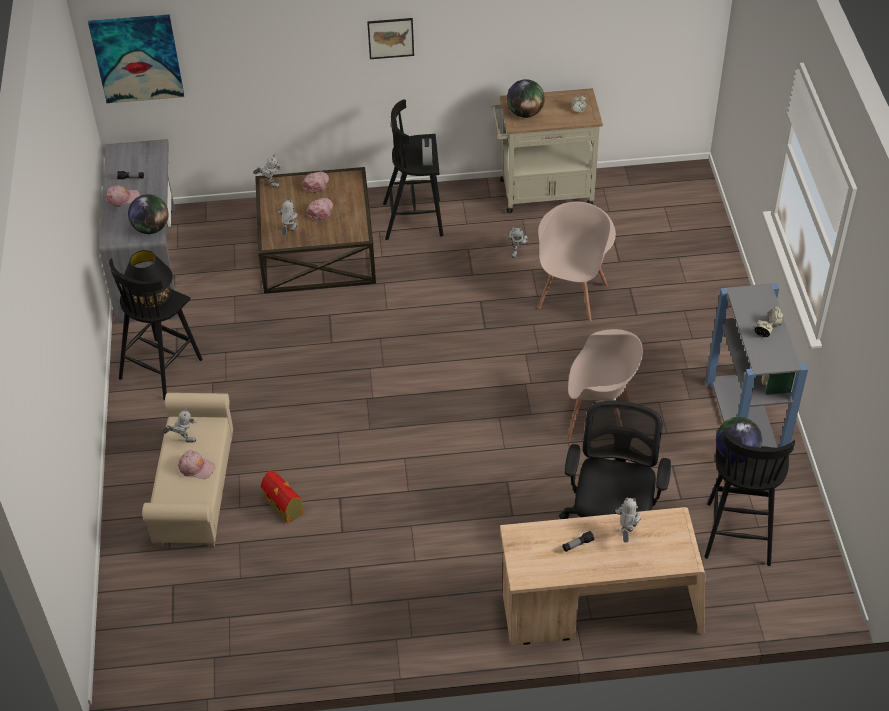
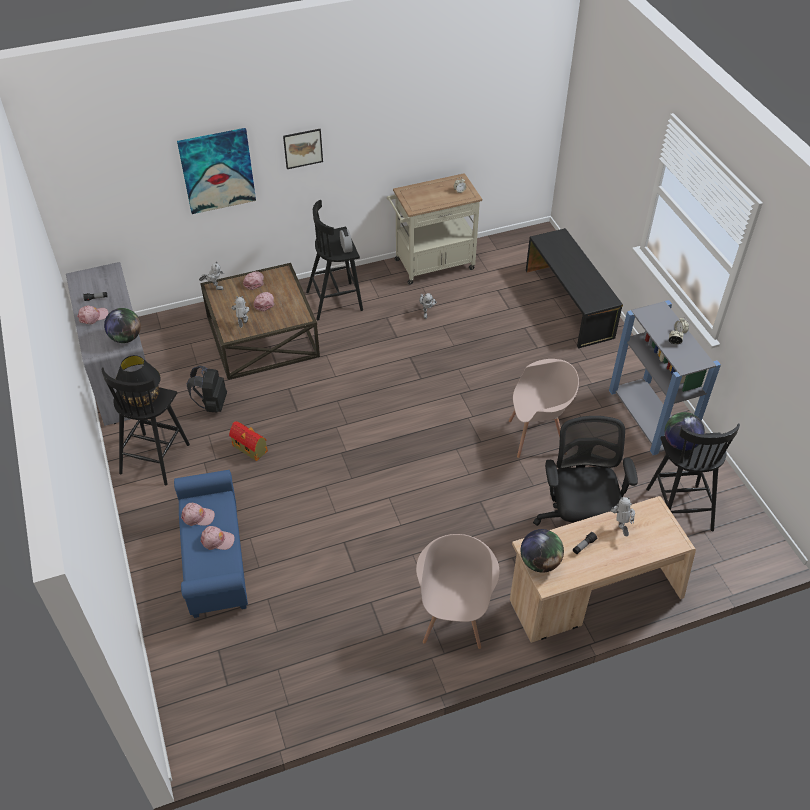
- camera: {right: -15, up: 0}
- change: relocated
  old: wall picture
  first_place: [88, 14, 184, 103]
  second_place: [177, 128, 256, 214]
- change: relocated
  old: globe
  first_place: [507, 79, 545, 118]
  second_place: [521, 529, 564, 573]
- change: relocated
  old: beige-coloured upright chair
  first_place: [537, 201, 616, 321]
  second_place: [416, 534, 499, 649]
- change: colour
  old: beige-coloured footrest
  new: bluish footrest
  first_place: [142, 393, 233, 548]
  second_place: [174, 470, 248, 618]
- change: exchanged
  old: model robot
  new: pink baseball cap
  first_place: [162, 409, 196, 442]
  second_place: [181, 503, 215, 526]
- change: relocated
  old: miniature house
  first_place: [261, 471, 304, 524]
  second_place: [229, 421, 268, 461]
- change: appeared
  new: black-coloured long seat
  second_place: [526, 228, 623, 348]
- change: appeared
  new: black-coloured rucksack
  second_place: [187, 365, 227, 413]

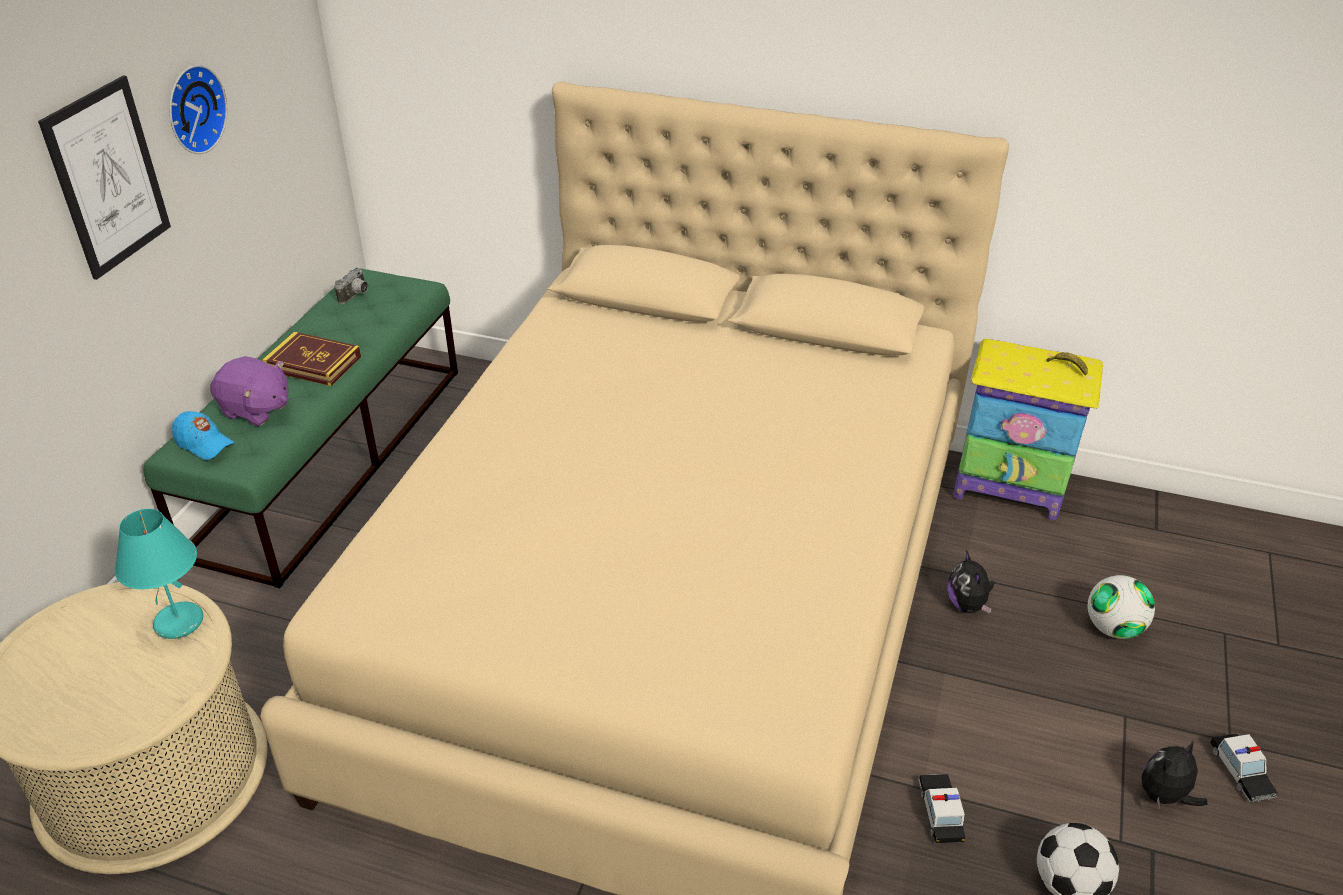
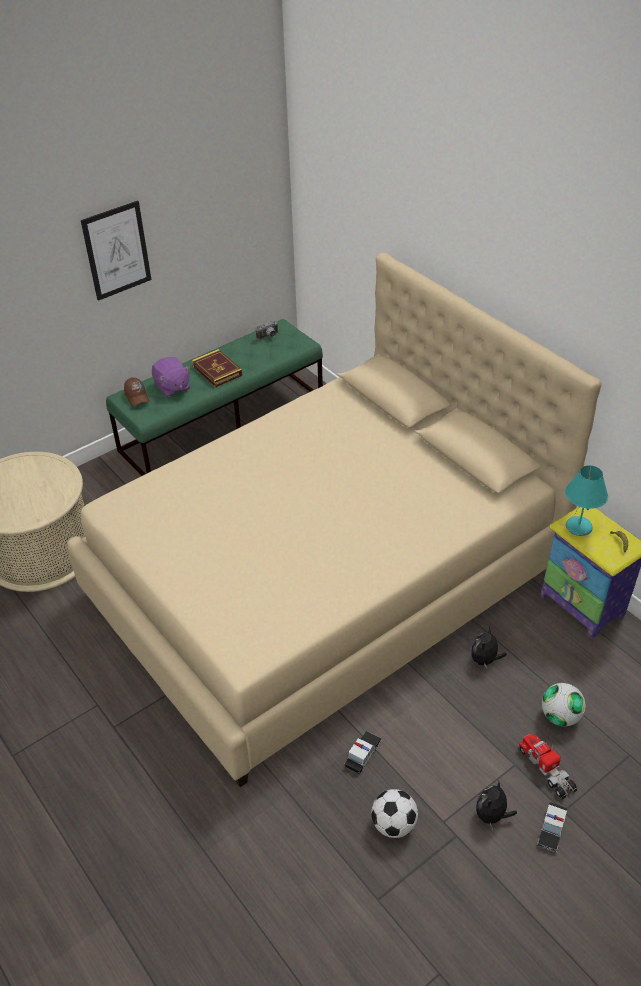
- camera: {right: 35, up: 5}
- change: missing
  old: clock on the wall
  first_place: [169, 65, 228, 154]
- change: colour
  old: bluish baseball cap
  new: brown baseball cap
  first_place: [172, 411, 235, 460]
  second_place: [124, 377, 150, 407]
- change: relocated
  old: blue-green lamp for a table
  first_place: [115, 509, 203, 639]
  second_place: [565, 465, 608, 536]
- change: spun
  old: plush toy
  first_place: [1141, 740, 1208, 809]
  second_place: [476, 781, 517, 830]
  degrees: -60
- change: appeared
  new: toy lorry
  second_place: [518, 734, 578, 800]

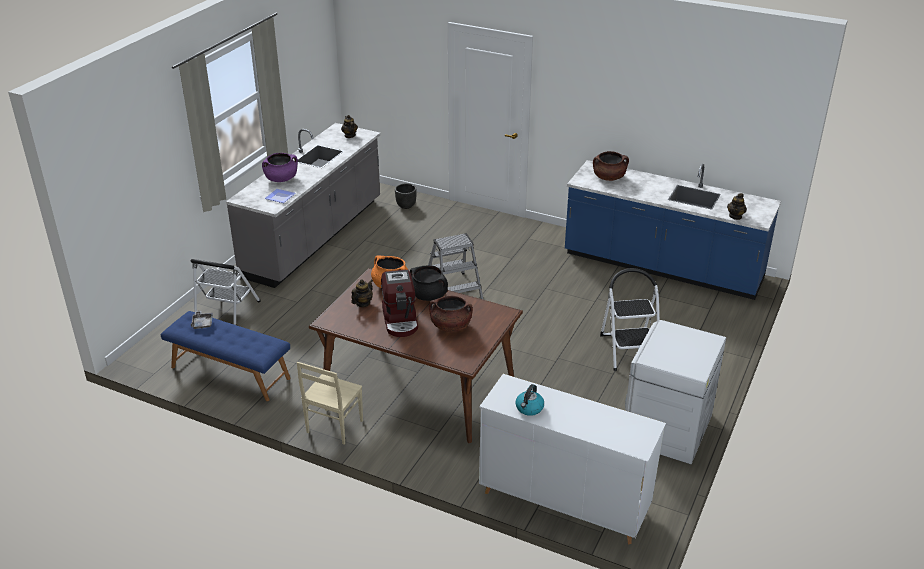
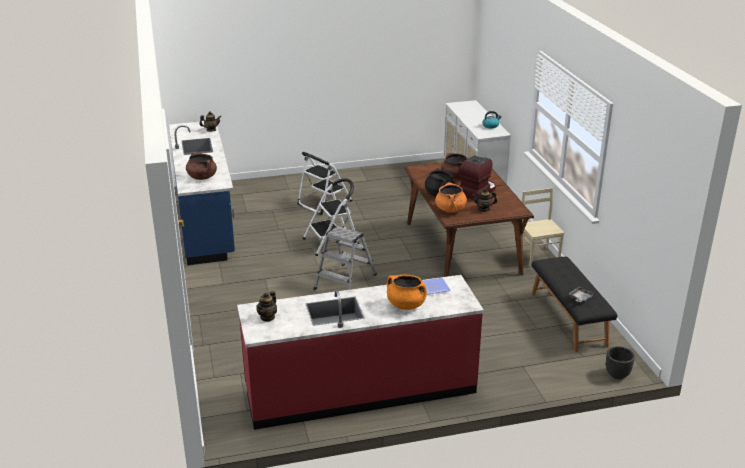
- camera: {right: -130, up: -5}
- change: colour
  old: grey kitchen base unit
  new: red-coloured kitchen base unit
  first_place: [226, 123, 381, 288]
  second_place: [237, 275, 484, 430]
- change: colour
  old: purplish saucepot
  new: orangey saucepot
  first_place: [262, 153, 298, 182]
  second_place: [387, 275, 427, 310]
- change: relocated
  old: black-coloured planter
  first_place: [395, 183, 417, 209]
  second_place: [606, 346, 635, 379]
- change: relocated
  old: stepladder
  first_place: [191, 259, 261, 325]
  second_place: [302, 178, 360, 256]
- change: colour
  old: bluish long seat
  new: black-coloured long seat
  first_place: [161, 311, 291, 401]
  second_place: [532, 257, 618, 352]
- change: missing
  old: white-coloured laundry appliance
  first_place: [625, 320, 726, 464]
- change: spun
  old: beige-coloured upright chair
  first_place: [297, 362, 363, 445]
  second_place: [522, 188, 564, 267]
  degrees: -90

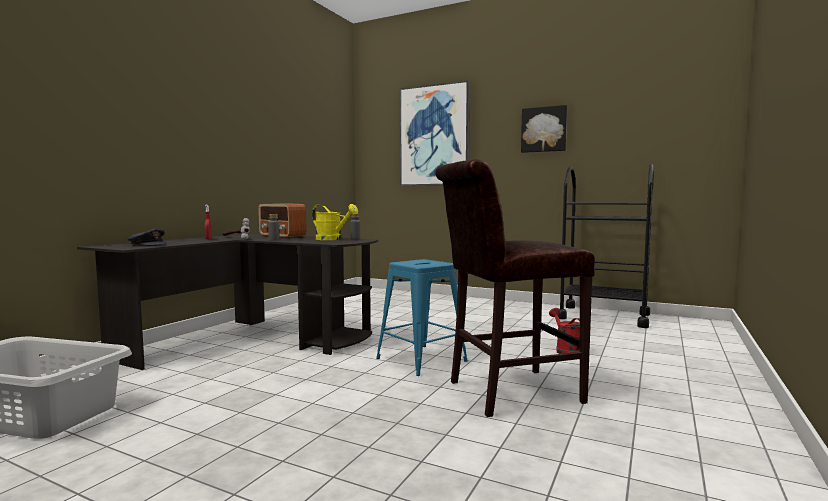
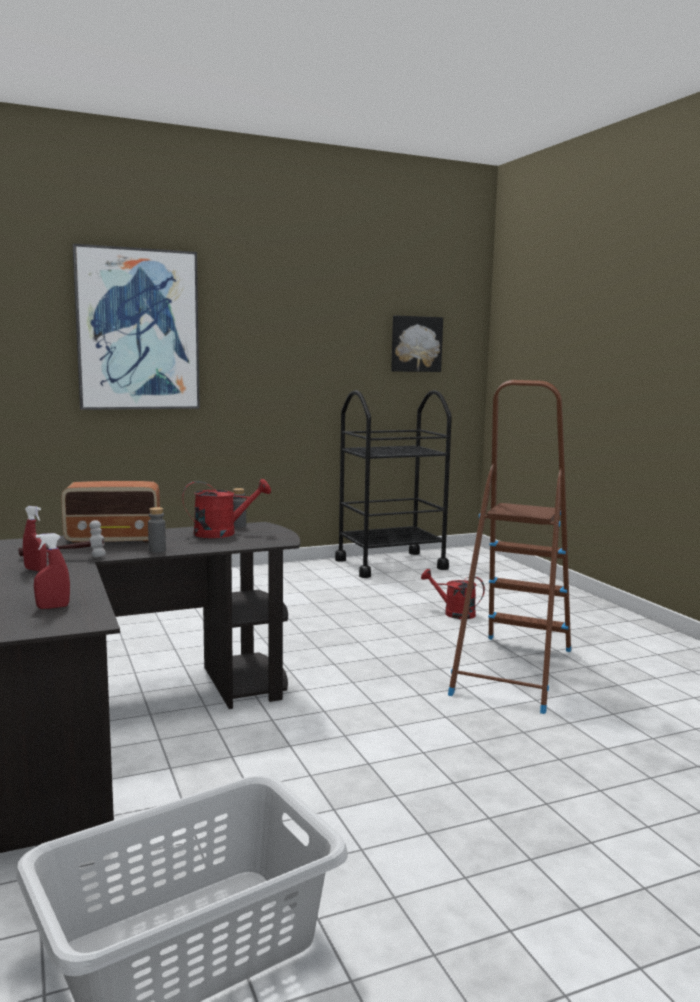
- camera: {right: -50, up: 5}
- change: relocated
  old: wall picture
  first_place: [521, 105, 567, 153]
  second_place: [391, 316, 443, 372]
- change: exchanged
  old: brown sitting stool
  new: brown stepladder
  first_place: [435, 159, 595, 417]
  second_place: [448, 380, 571, 714]
- change: colour
  old: yellowish sprinkling can
  new: red-coloured sprinkling can
  first_place: [312, 204, 358, 240]
  second_place: [182, 479, 271, 538]
- change: exchanged
  old: grey baseball cap
  new: red-coloured hand sprayer
  first_place: [128, 228, 166, 245]
  second_place: [34, 533, 70, 609]
- change: missing
  old: bluish sitting stool
  first_place: [376, 259, 468, 376]

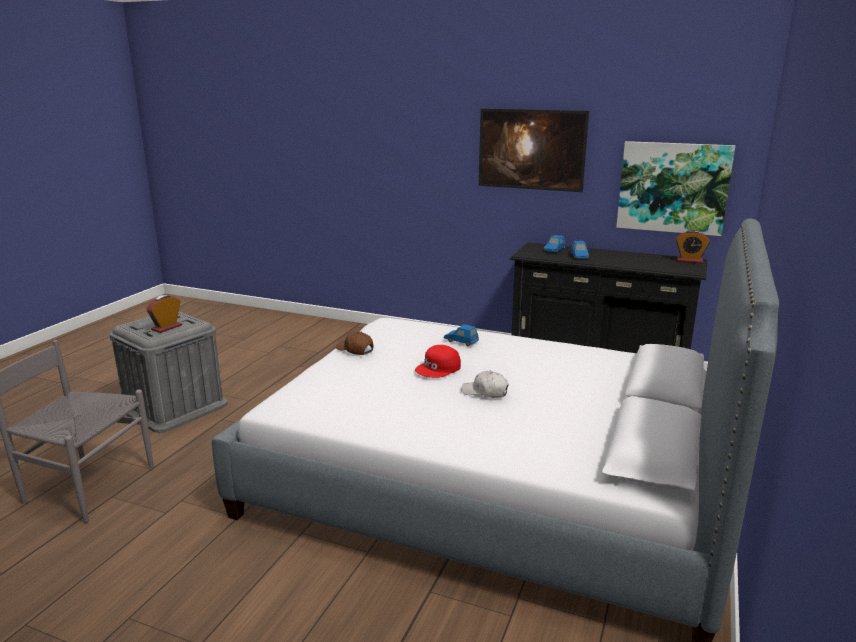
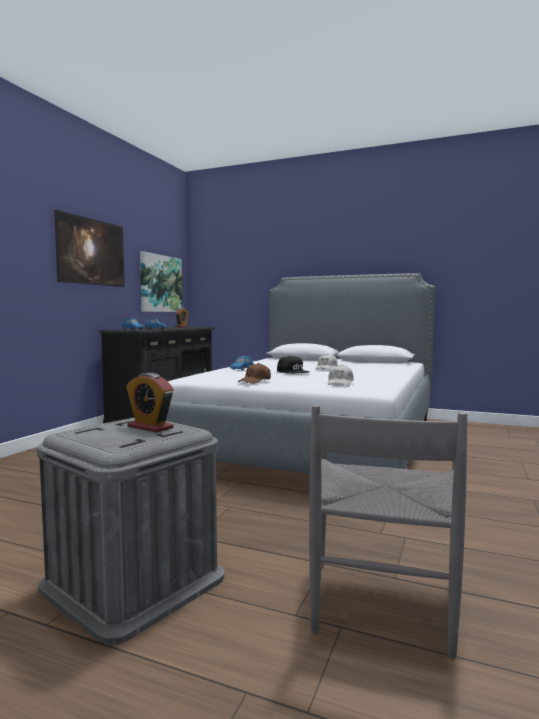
- camera: {right: -90, up: -15}
- change: colour
  old: red-coloured baseball cap
  new: black-coloured baseball cap
  first_place: [415, 345, 461, 378]
  second_place: [277, 356, 310, 374]
- change: appeared
  new: white-coloured baseball cap
  second_place: [328, 364, 354, 386]

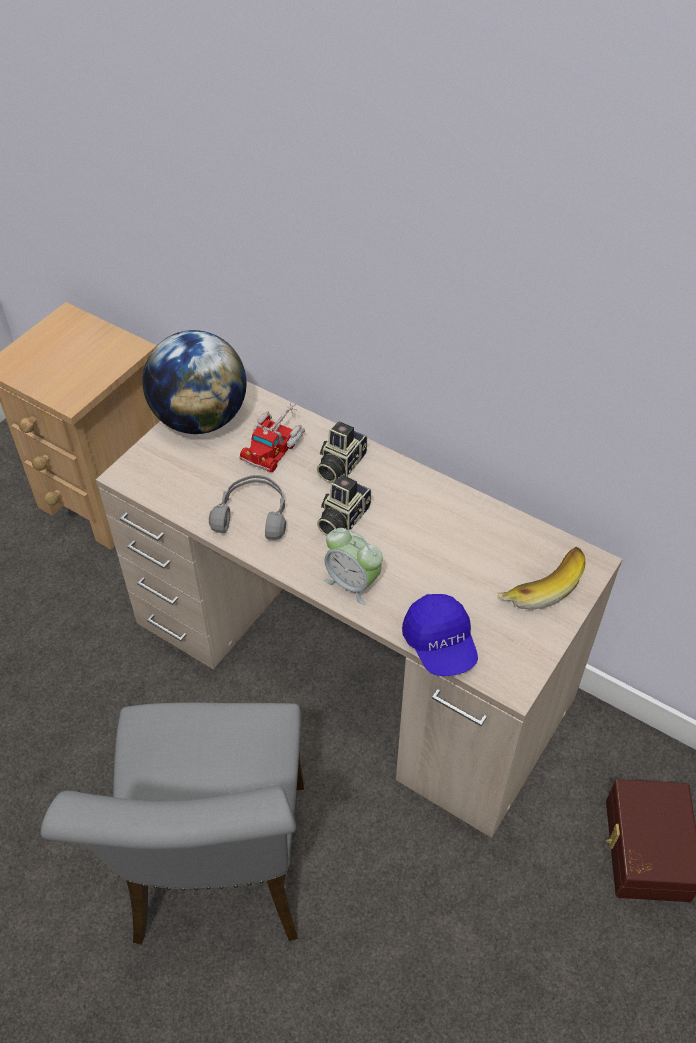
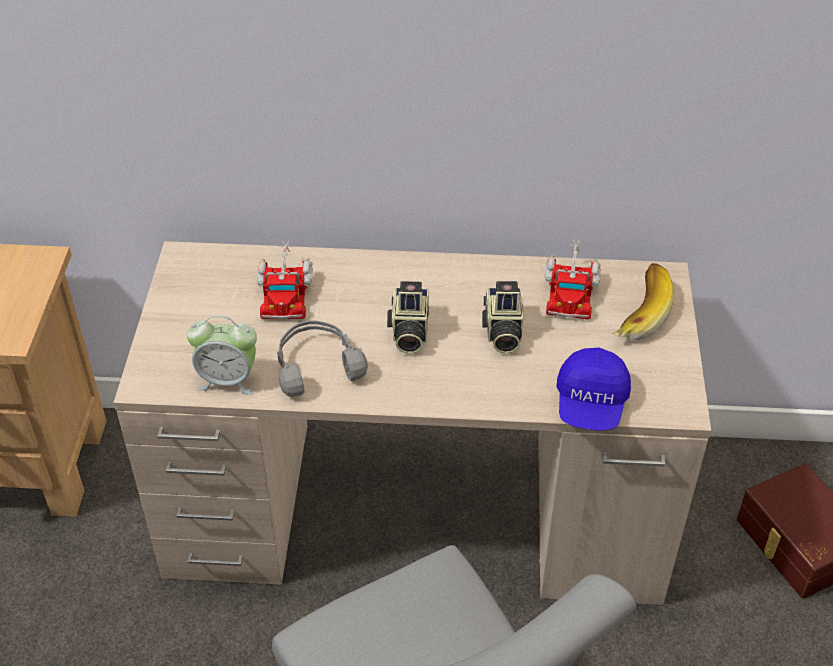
- camera: {right: -30, up: -5}
- change: missing
  old: globe
  first_place: [142, 330, 247, 434]
- change: relocated
  old: photo camera
  first_place: [317, 421, 367, 482]
  second_place: [482, 281, 523, 353]
- change: relocated
  old: table clock
  first_place: [324, 528, 383, 605]
  second_place: [187, 315, 257, 395]
- change: spun
  old: bluish baseball cap
  first_place: [402, 594, 478, 676]
  second_place: [556, 348, 631, 431]
  degrees: 60
- change: appeared
  new: toy lorry
  second_place: [545, 240, 601, 320]

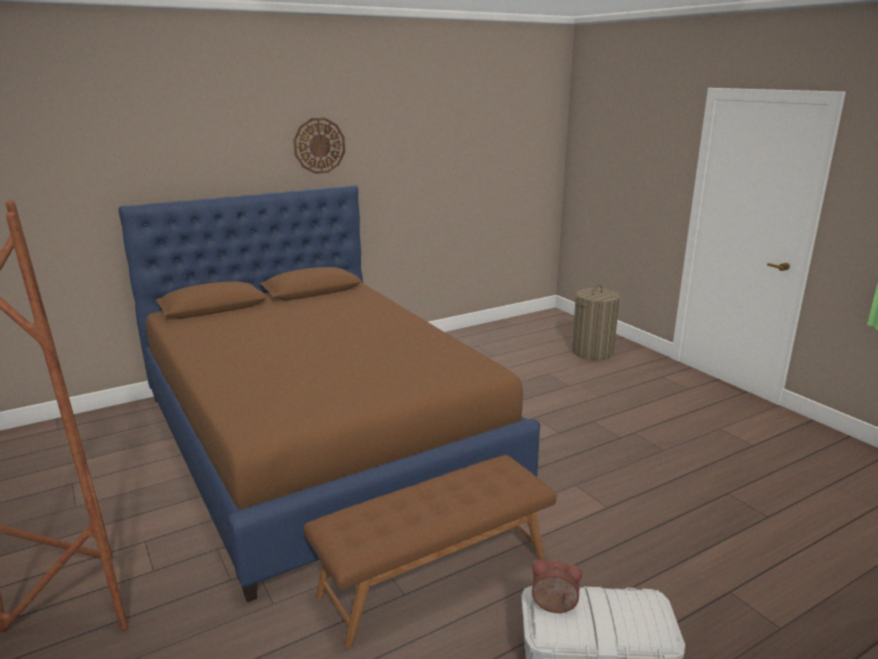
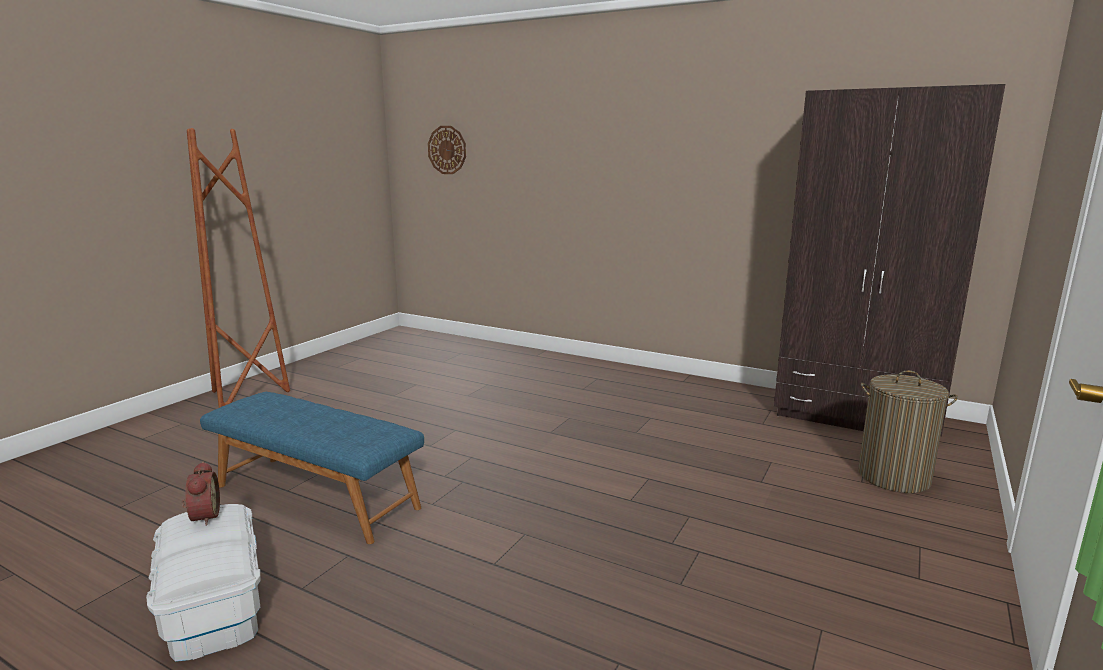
- camera: {right: 60, up: -5}
- change: relocated
  old: clock on the wall
  first_place: [294, 118, 345, 174]
  second_place: [428, 126, 466, 174]
- change: missing
  old: brown sleeping bed
  first_place: [119, 185, 540, 603]
- change: colour
  old: brown long seat
  new: bluish long seat
  first_place: [303, 455, 557, 648]
  second_place: [200, 392, 424, 544]
- change: appeared
  new: brown armoire
  second_place: [774, 84, 1005, 437]

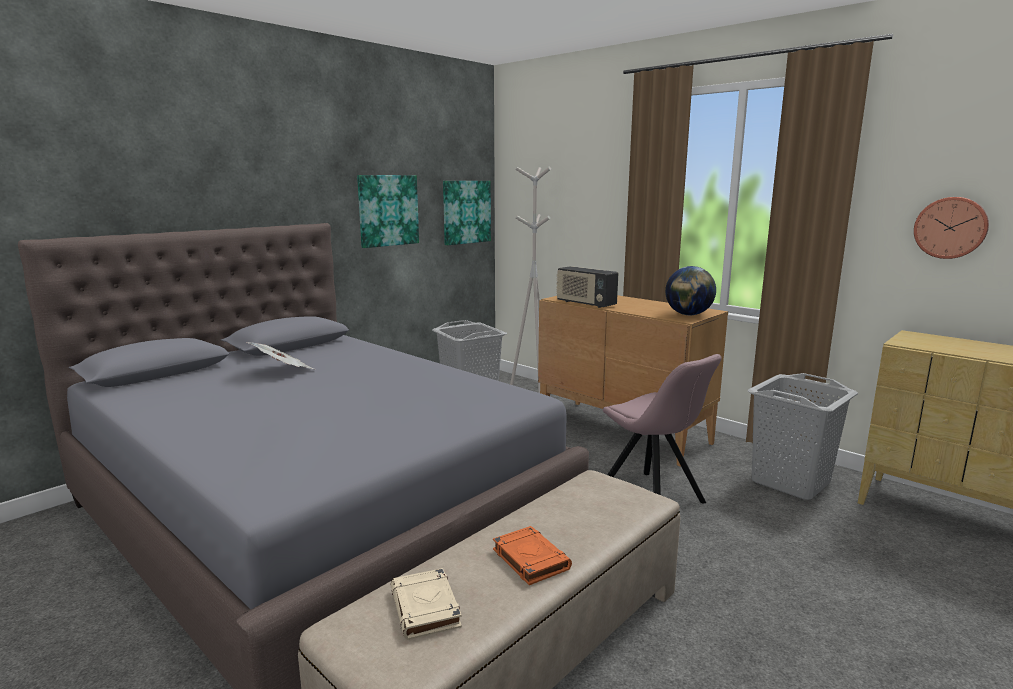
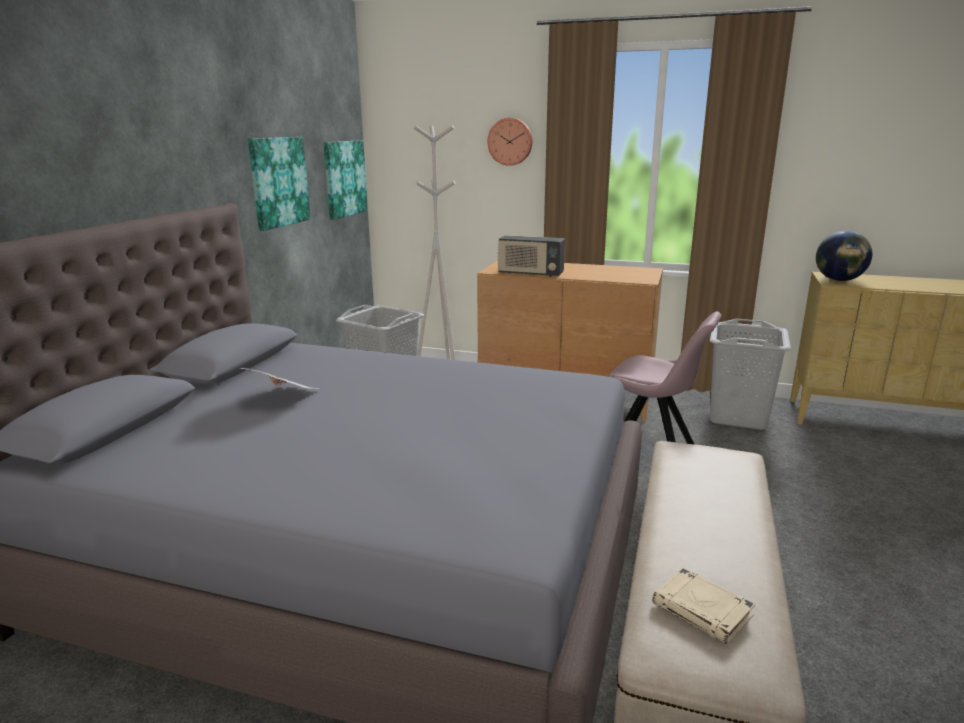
- camera: {right: -25, up: 5}
- change: relocated
  old: clock on the wall
  first_place: [914, 197, 989, 259]
  second_place: [487, 118, 532, 166]
- change: relocated
  old: globe
  first_place: [665, 266, 716, 315]
  second_place: [816, 231, 872, 281]
- change: missing
  old: orangey volume
  first_place: [493, 526, 572, 585]

